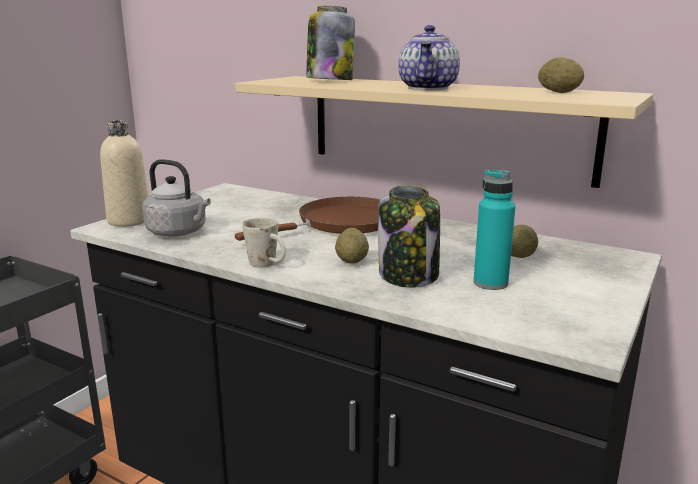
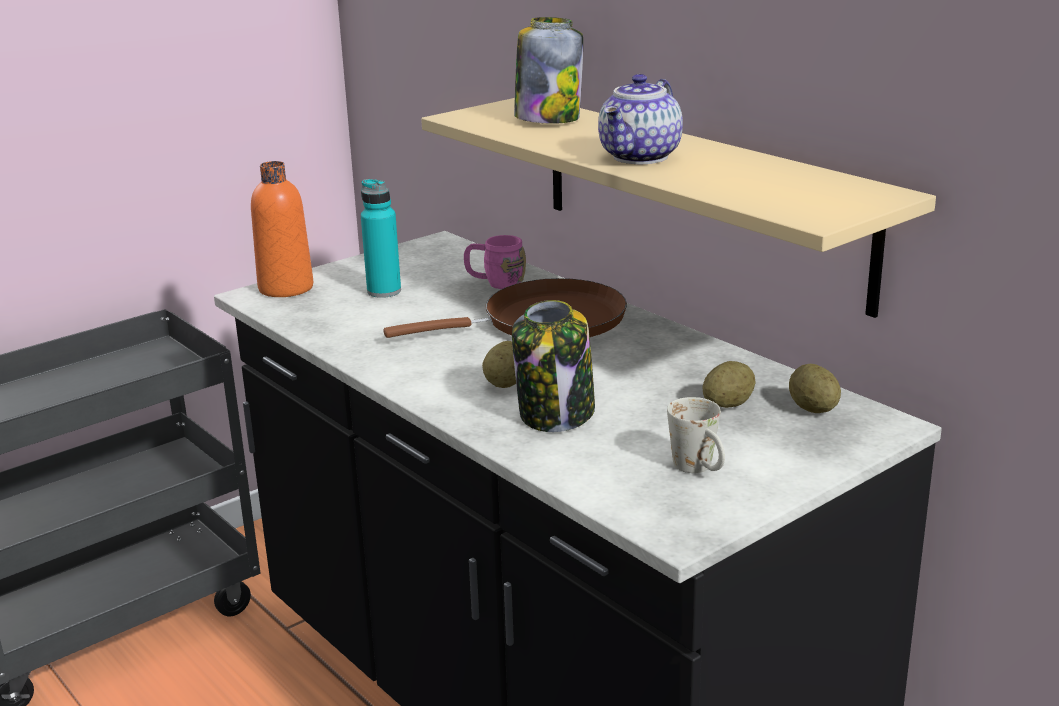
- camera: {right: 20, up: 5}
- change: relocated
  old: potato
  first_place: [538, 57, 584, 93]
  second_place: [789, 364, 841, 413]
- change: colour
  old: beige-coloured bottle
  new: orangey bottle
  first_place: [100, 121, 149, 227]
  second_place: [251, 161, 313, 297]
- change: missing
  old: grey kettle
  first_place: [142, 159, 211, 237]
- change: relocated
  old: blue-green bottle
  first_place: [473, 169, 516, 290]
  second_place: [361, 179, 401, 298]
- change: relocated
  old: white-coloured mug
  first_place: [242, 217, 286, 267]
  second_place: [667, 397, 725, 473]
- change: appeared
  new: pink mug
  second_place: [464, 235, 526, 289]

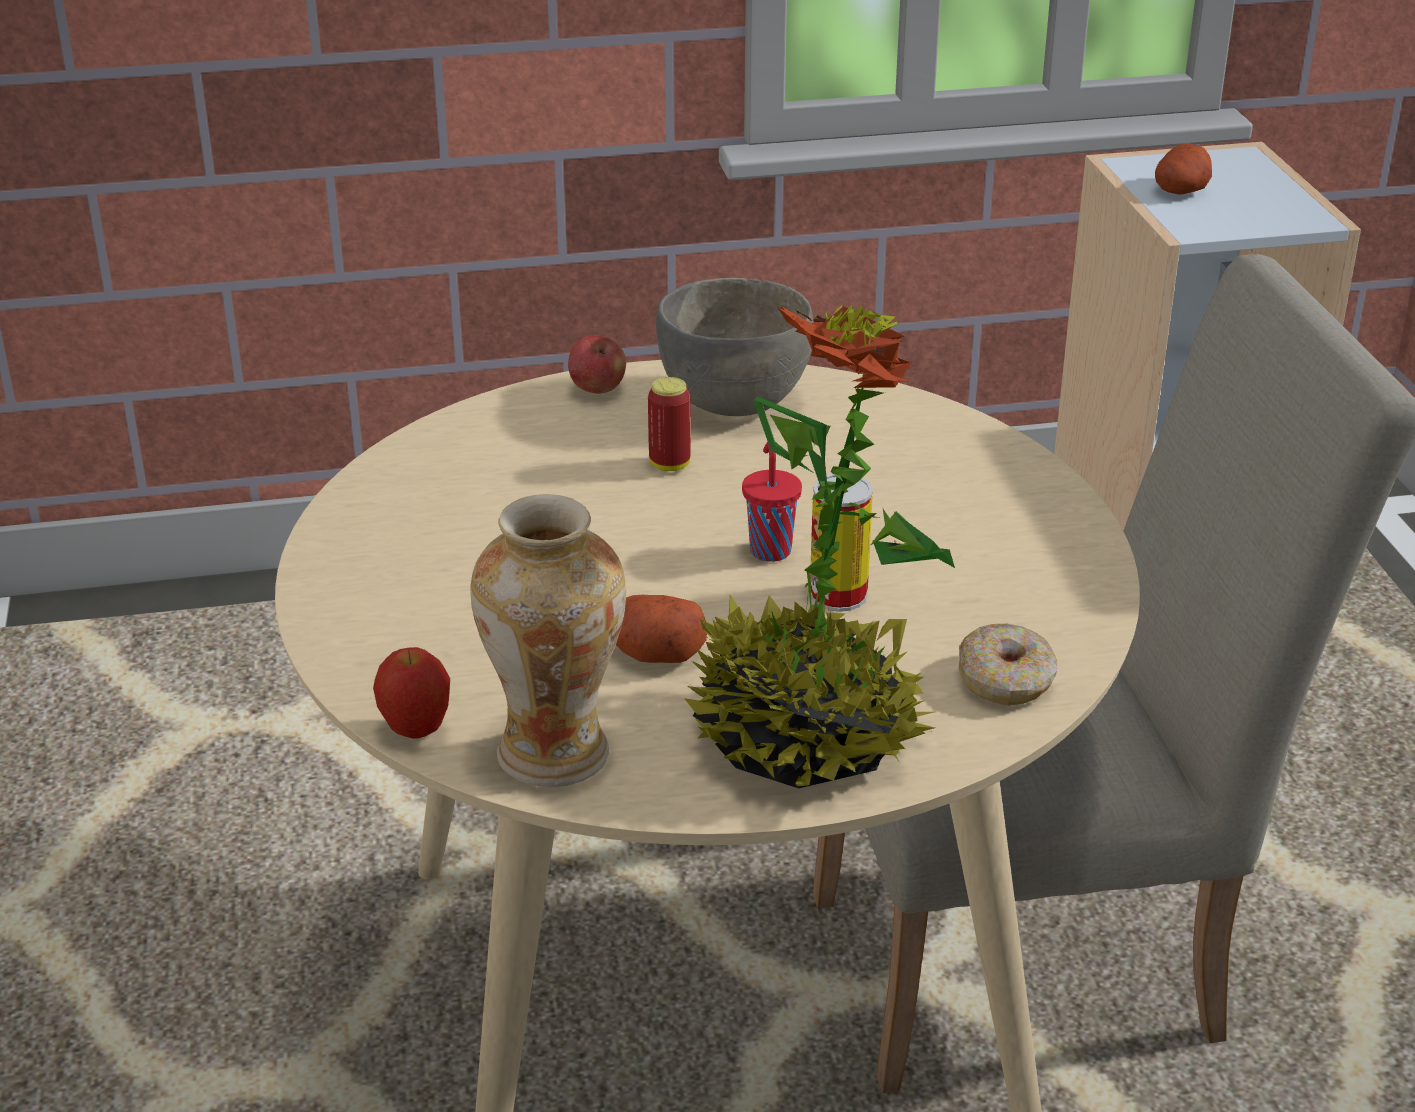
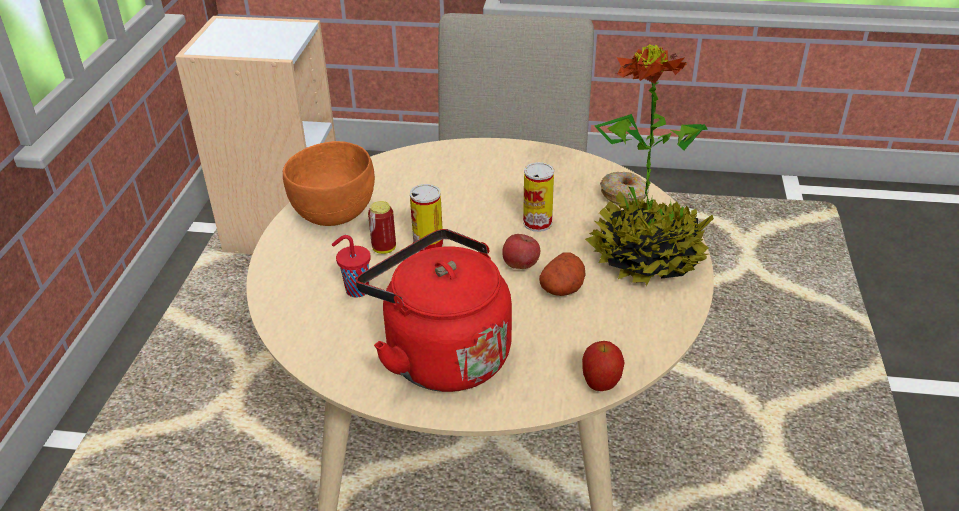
- camera: {right: -70, up: 5}
- change: missing
  old: potato
  first_place: [1155, 143, 1212, 195]
- change: colour
  old: grey bowl
  new: orangey bowl
  first_place: [656, 278, 813, 416]
  second_place: [283, 141, 375, 226]
- change: relocated
  old: apple fruit
  first_place: [568, 335, 626, 394]
  second_place: [502, 234, 540, 269]
- change: relocated
  old: red-coloured cup
  first_place: [742, 442, 802, 562]
  second_place: [332, 235, 371, 298]
- change: missing
  old: decorative vase
  first_place: [471, 494, 626, 787]
- change: appeared
  new: sealed can
  second_place: [410, 184, 443, 253]
- change: appeared
  new: red-coloured kettle
  second_place: [356, 229, 512, 392]

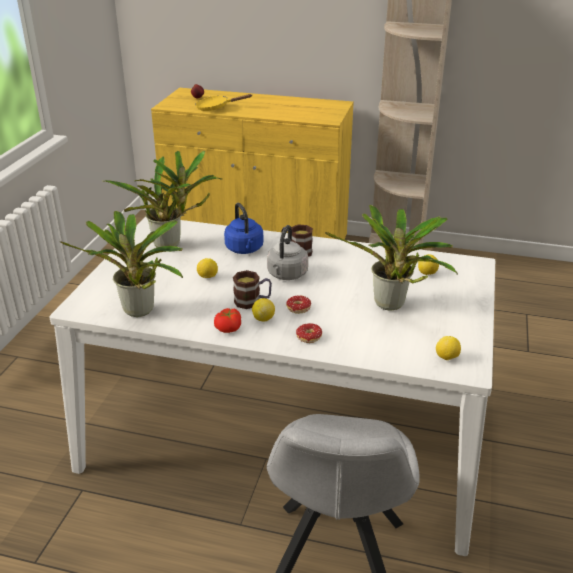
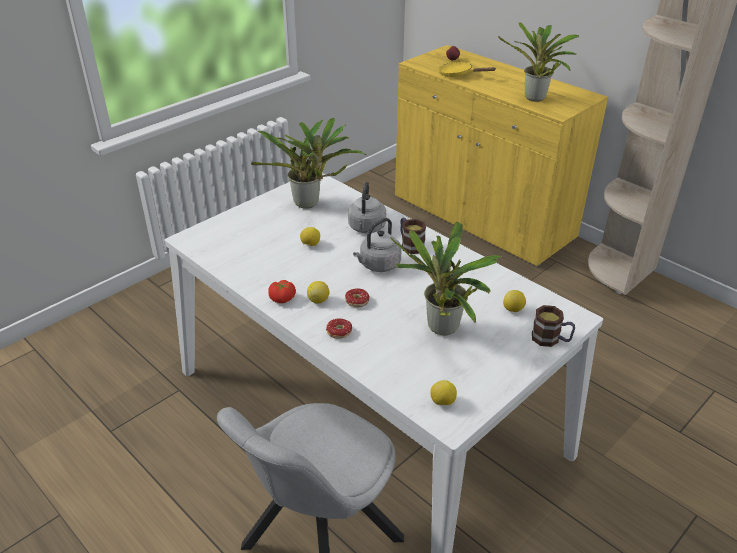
- camera: {right: 30, up: 5}
- change: colour
  old: bluish kettle
  new: grey kettle
  first_place: [224, 203, 263, 254]
  second_place: [348, 182, 386, 233]
- change: relocated
  old: plant in a pot
  first_place: [60, 211, 183, 317]
  second_place: [498, 22, 579, 102]
- change: relocated
  old: mug
  first_place: [233, 270, 272, 309]
  second_place: [532, 305, 575, 347]

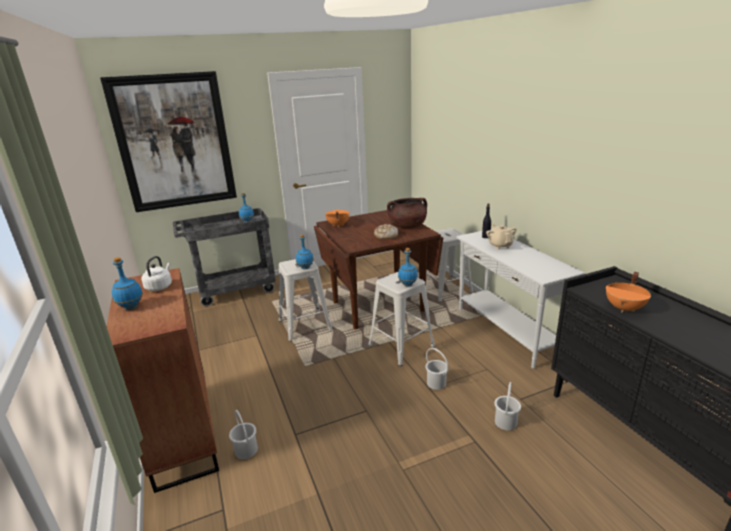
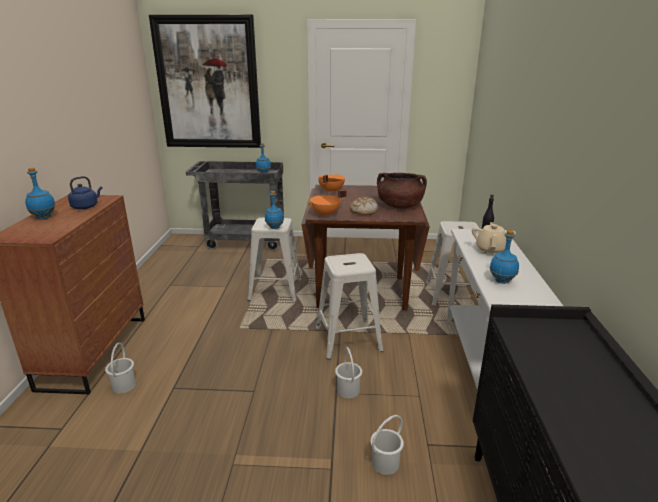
- camera: {right: 25, up: 0}
- change: relocated
  old: bluish bottle
  first_place: [398, 248, 418, 286]
  second_place: [490, 230, 519, 284]
- change: colour
  old: white-coloured kettle
  new: bluish kettle
  first_place: [141, 256, 172, 291]
  second_place: [68, 176, 102, 209]
- change: relocated
  old: orangey saucepot
  first_place: [606, 272, 651, 313]
  second_place: [307, 189, 346, 217]

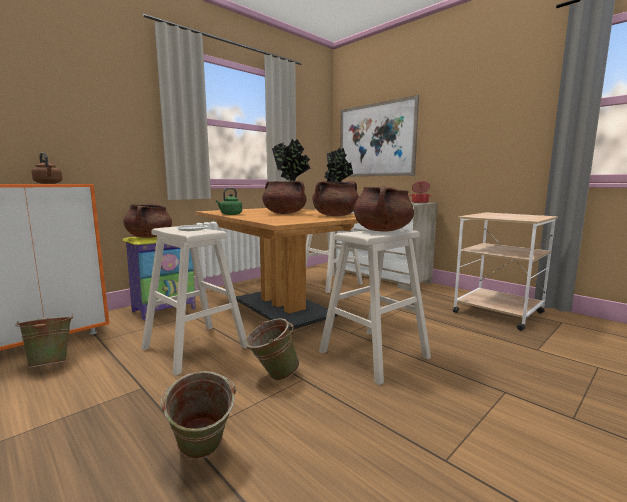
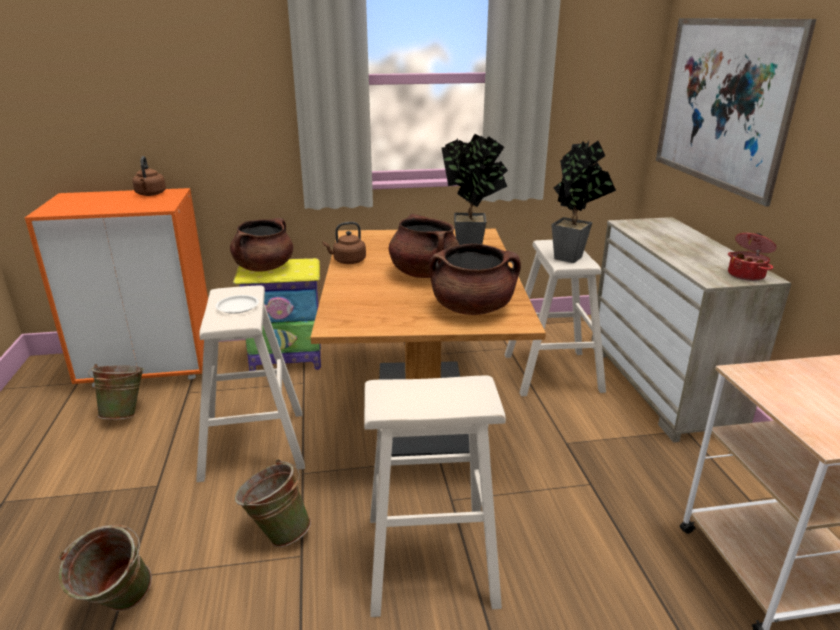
- camera: {right: 35, up: 15}
- change: missing
  old: brown saucepot
  first_place: [354, 186, 414, 232]
- change: colour
  old: green kettle
  new: brown kettle
  first_place: [216, 188, 242, 215]
  second_place: [323, 222, 366, 264]

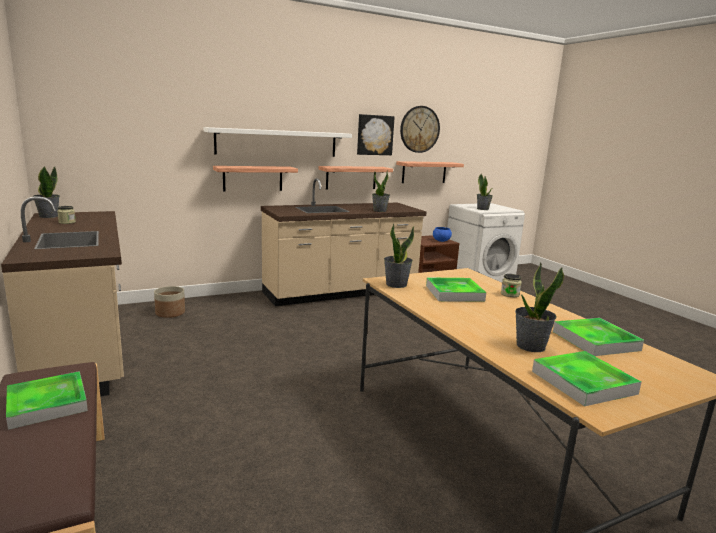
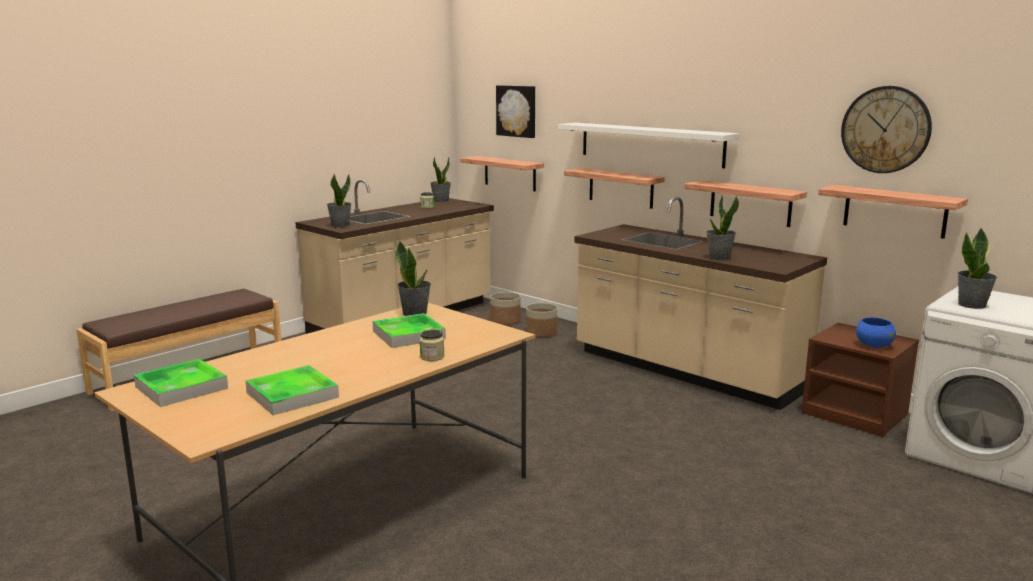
- camera: {right: 70, up: 0}
- change: relocated
  old: wall picture
  first_place: [357, 114, 395, 155]
  second_place: [496, 85, 535, 138]
- change: relocated
  old: plant in a pot
  first_place: [515, 262, 564, 352]
  second_place: [327, 174, 351, 227]
- change: missing
  old: carrying tray
  first_place: [6, 371, 88, 430]
- change: appeared
  new: wall shelf
  second_place: [460, 156, 544, 191]
- change: appeared
  new: planter
  second_place: [526, 303, 558, 338]

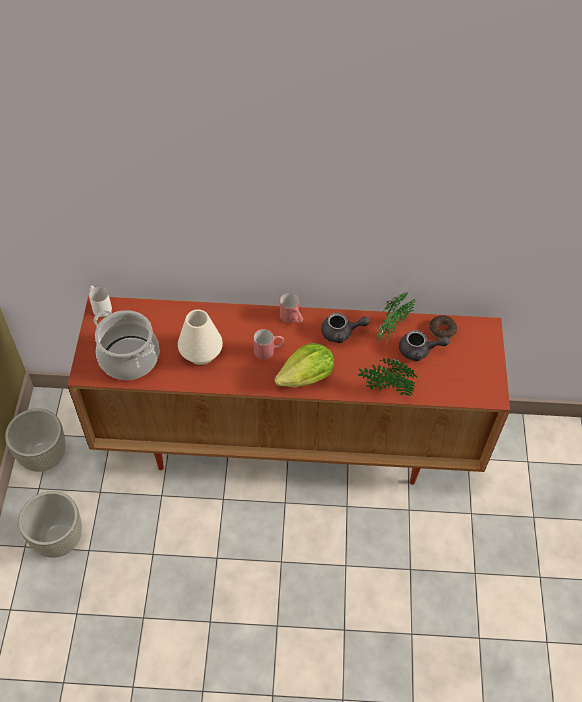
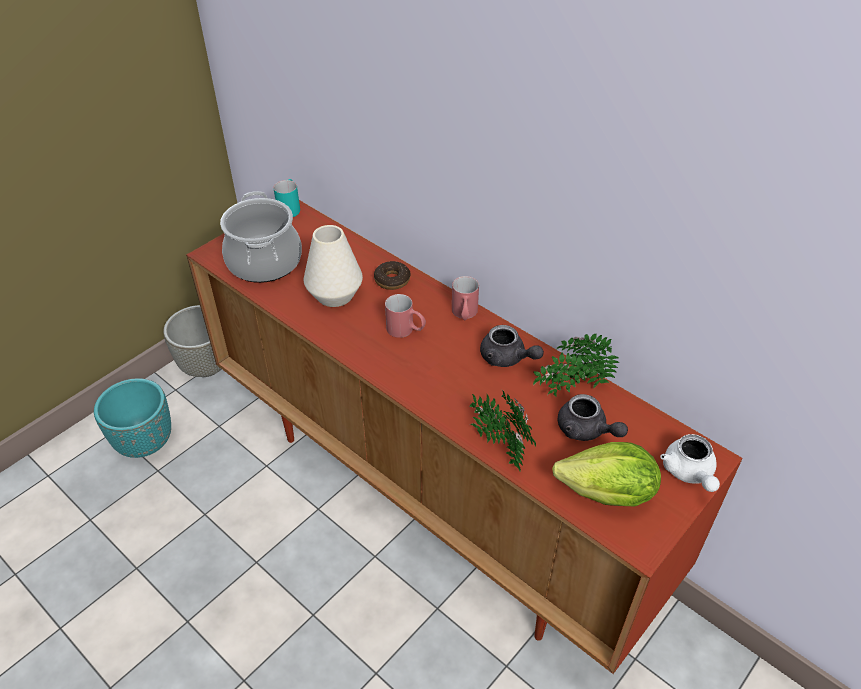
- camera: {right: 40, up: -10}
- change: colour
  old: white-coloured mug
  new: blue-green mug
  first_place: [89, 285, 112, 317]
  second_place: [273, 179, 300, 217]
- change: relocated
  old: donut
  first_place: [429, 315, 457, 339]
  second_place: [374, 261, 411, 290]
- change: relocated
  old: head of lettuce
  first_place: [274, 343, 334, 388]
  second_place: [552, 442, 661, 507]
- change: colour
  old: grey planter
  new: blue-green planter
  first_place: [18, 491, 82, 558]
  second_place: [94, 378, 171, 458]
- change: appeared
  new: white-coloured pot for tea
  second_place: [660, 434, 720, 492]

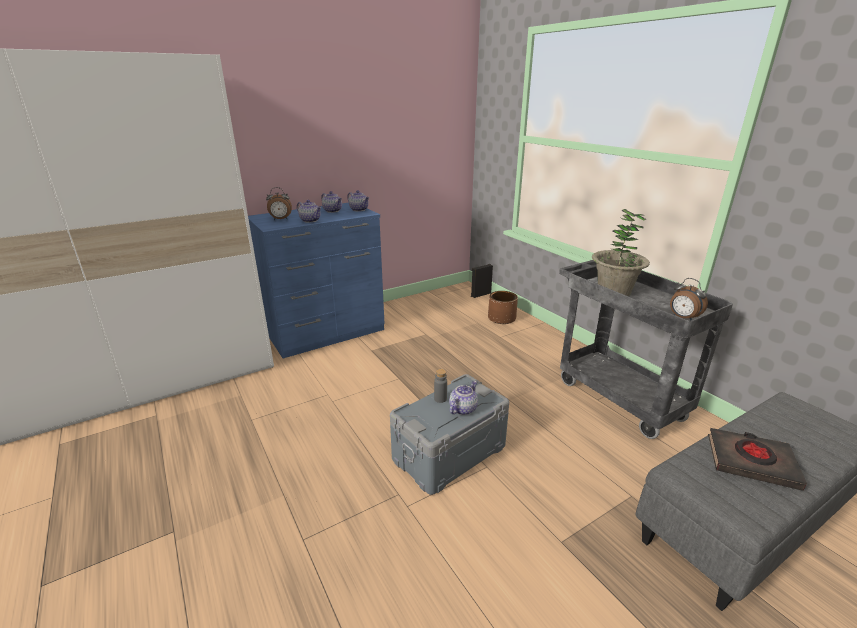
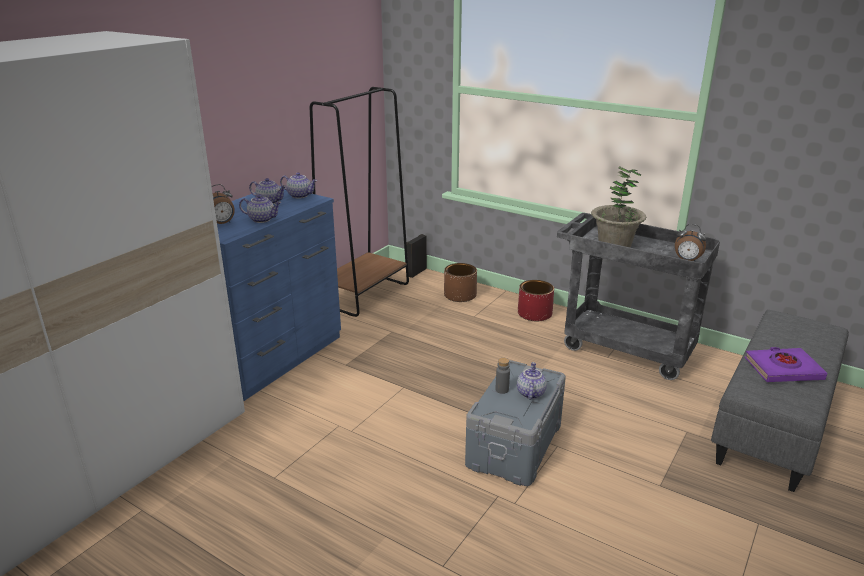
- camera: {right: -25, up: 0}
- change: colour
  old: black-coloured volume
  new: purplish volume
  first_place: [708, 428, 807, 491]
  second_place: [745, 347, 827, 382]
- change: appeared
  new: garment stand
  second_place: [310, 87, 409, 317]
- change: appeared
  new: red-coloured planter
  second_place: [518, 280, 554, 321]

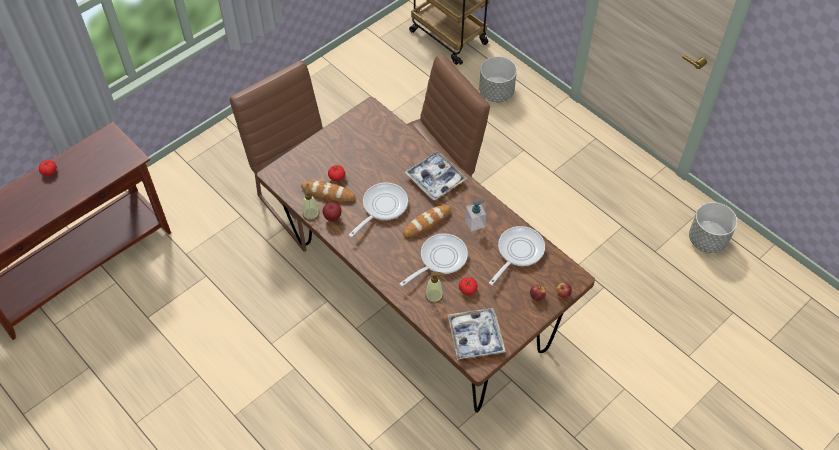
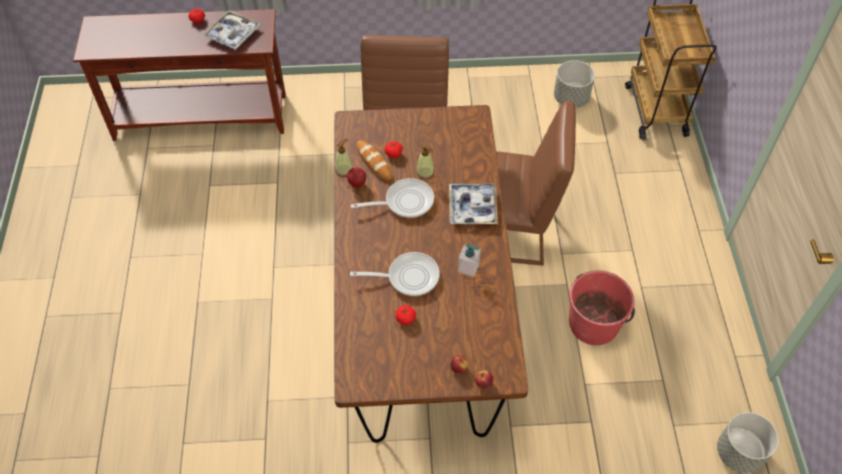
- camera: {right: 40, up: 0}
- change: relocated
  old: grey planter
  first_place: [479, 56, 517, 102]
  second_place: [554, 60, 595, 108]
- change: missing
  old: bread
  first_place: [403, 205, 451, 237]
- change: missing
  old: frying pan
  first_place: [489, 226, 545, 285]
- change: relocated
  old: soap bottle
  first_place: [425, 272, 445, 304]
  second_place: [417, 143, 434, 179]
- change: relocated
  old: carrying tray
  first_place: [448, 308, 506, 360]
  second_place: [203, 10, 260, 50]
- change: appeared
  new: red-coloured pail
  second_place: [569, 270, 635, 345]

